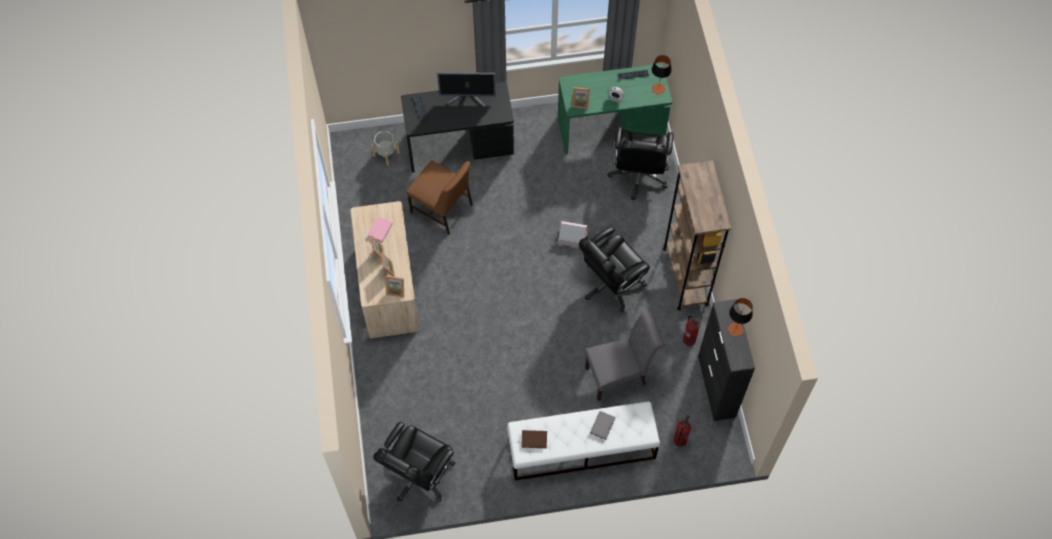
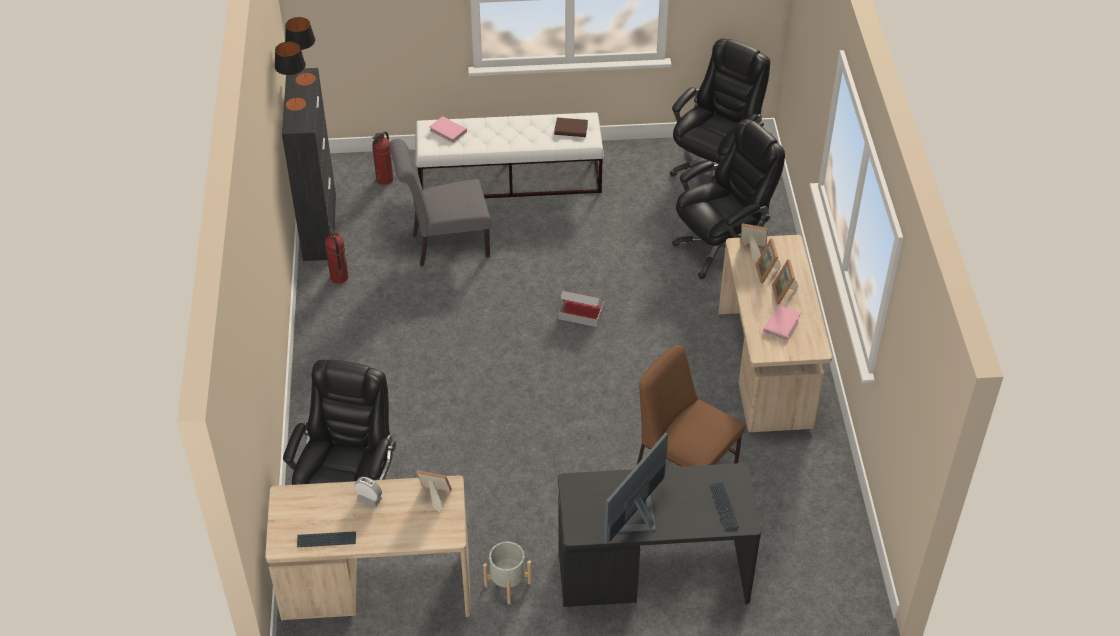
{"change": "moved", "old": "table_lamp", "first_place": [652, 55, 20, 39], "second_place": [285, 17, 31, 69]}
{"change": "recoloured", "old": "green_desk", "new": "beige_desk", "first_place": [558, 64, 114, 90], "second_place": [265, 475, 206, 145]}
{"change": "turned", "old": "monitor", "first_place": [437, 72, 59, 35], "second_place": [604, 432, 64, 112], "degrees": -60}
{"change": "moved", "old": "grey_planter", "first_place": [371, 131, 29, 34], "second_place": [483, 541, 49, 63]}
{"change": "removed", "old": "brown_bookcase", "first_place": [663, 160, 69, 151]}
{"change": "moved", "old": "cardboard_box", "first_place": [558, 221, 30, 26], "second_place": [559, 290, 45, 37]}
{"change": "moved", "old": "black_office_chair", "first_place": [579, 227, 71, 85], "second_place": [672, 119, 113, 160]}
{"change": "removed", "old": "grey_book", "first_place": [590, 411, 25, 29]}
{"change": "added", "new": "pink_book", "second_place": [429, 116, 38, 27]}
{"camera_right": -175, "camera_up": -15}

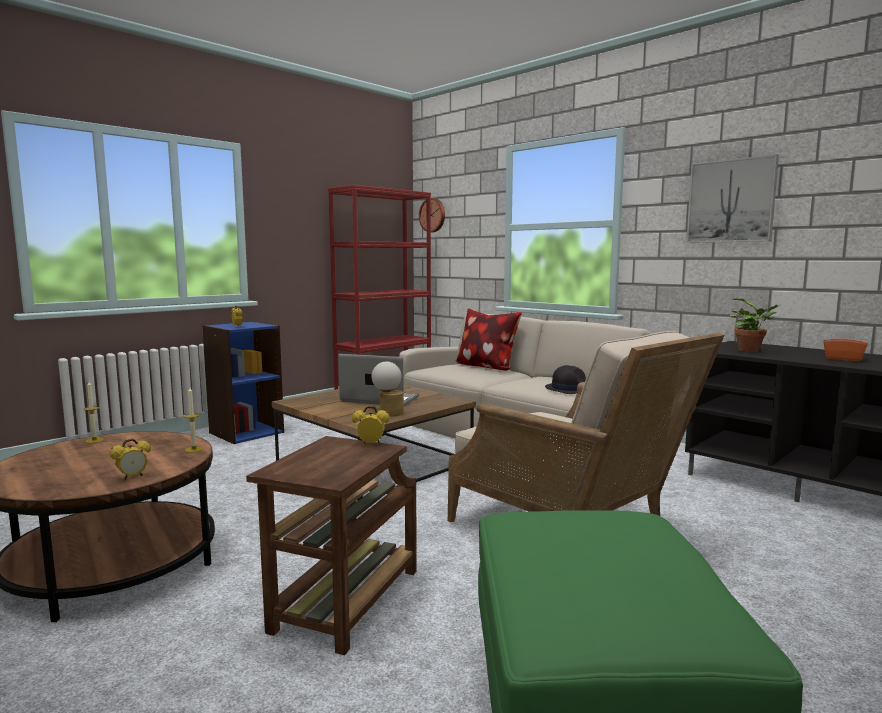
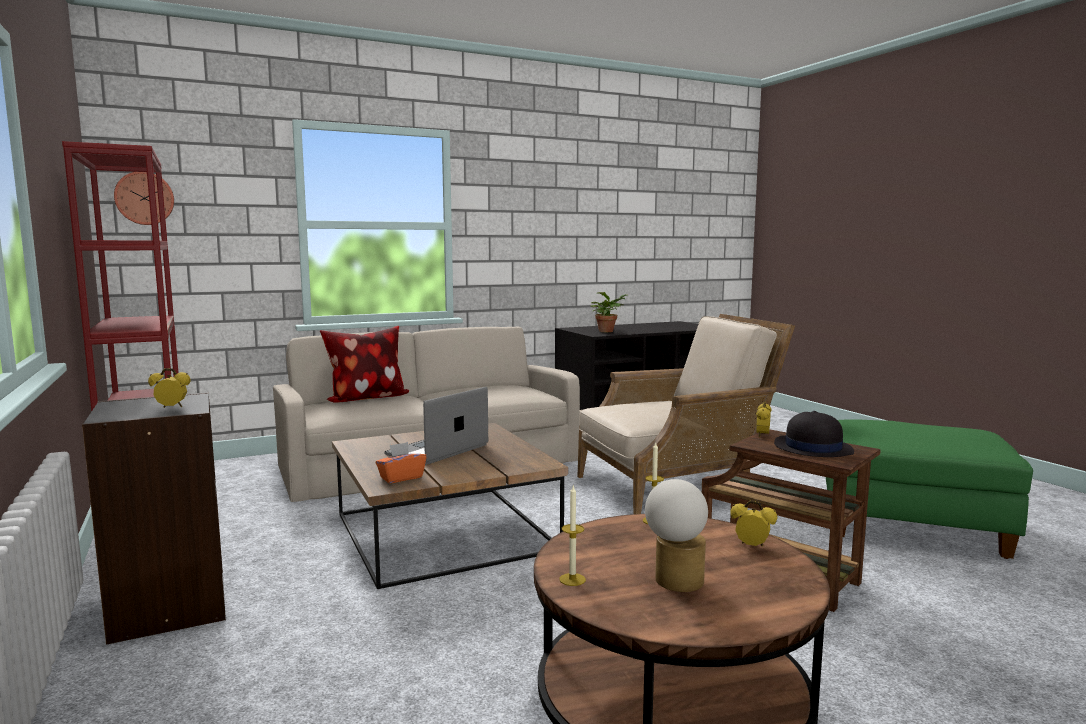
{"change": "removed", "old": "picture", "first_place": [686, 154, 93, 89]}
{"change": "recoloured", "old": "blue_bookcase", "new": "black_bookcase", "first_place": [202, 321, 82, 123], "second_place": [82, 393, 144, 252]}
{"change": "moved", "old": "orange_tissue_box", "first_place": [823, 330, 45, 31], "second_place": [376, 442, 51, 42]}
{"change": "moved", "old": "table_lamp", "first_place": [372, 361, 32, 56], "second_place": [645, 479, 63, 113]}
{"change": "moved", "old": "black_hat", "first_place": [545, 365, 41, 29], "second_place": [774, 411, 80, 46]}
{"change": "turned", "old": "alarm_clock", "first_place": [110, 438, 41, 42], "second_place": [730, 500, 47, 47], "degrees": -45}
{"camera_right": -70, "camera_up": 0}

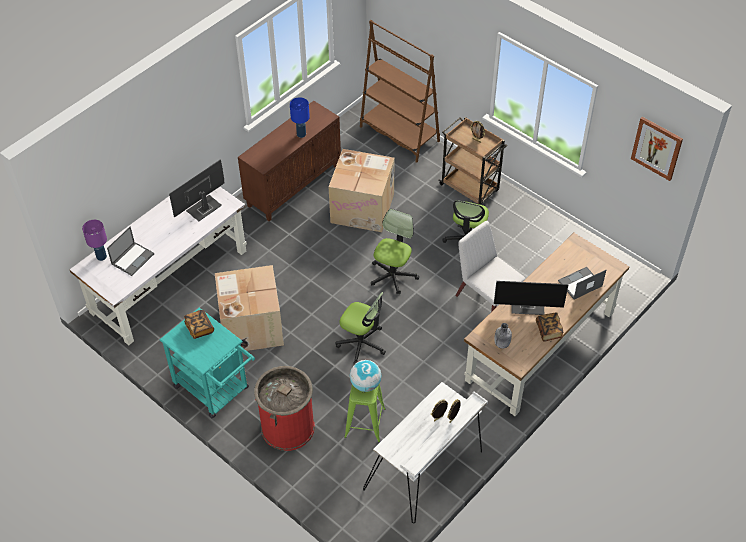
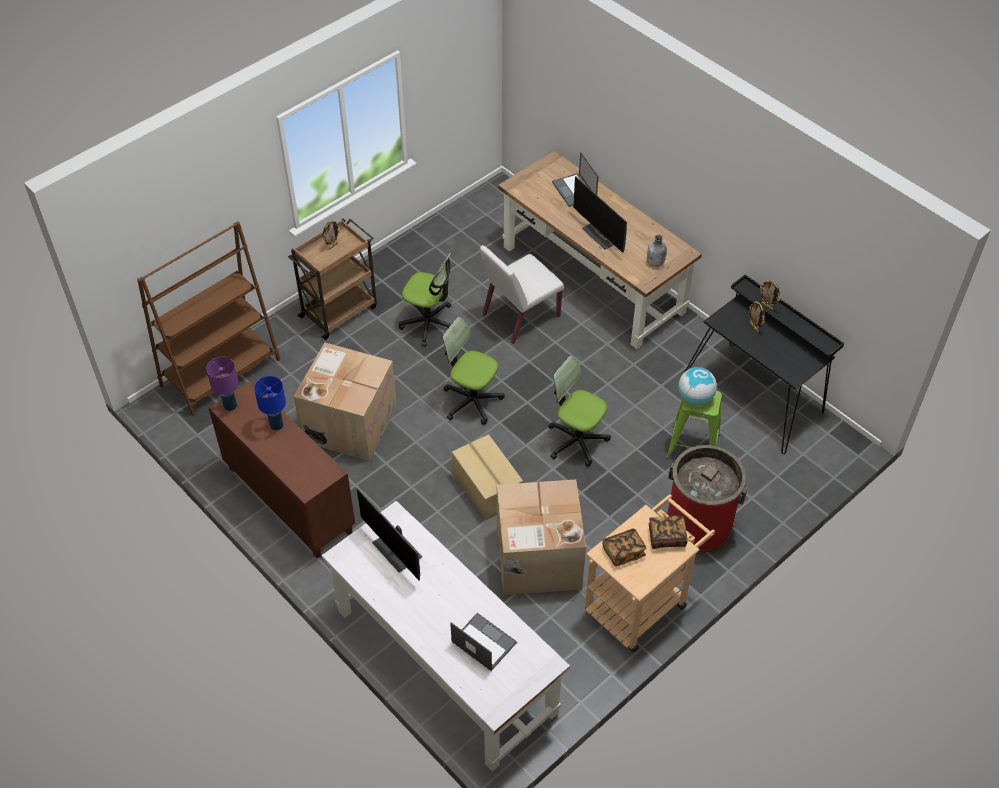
{"change": "removed", "old": "picture", "first_place": [631, 117, 52, 64]}
{"change": "moved", "old": "purple_table_lamp", "first_place": [82, 220, 25, 41], "second_place": [206, 357, 33, 54]}
{"change": "turned", "old": "monitor", "first_place": [494, 281, 74, 34], "second_place": [573, 176, 54, 77], "degrees": 135}
{"change": "turned", "old": "office_chair", "first_place": [336, 292, 50, 72], "second_place": [548, 356, 63, 110], "degrees": -90}
{"change": "recoloured", "old": "turquoise_cart", "new": "beige_cart", "first_place": [159, 307, 96, 111], "second_place": [585, 494, 130, 158]}
{"change": "moved", "old": "book", "first_place": [536, 312, 27, 29], "second_place": [649, 516, 38, 33]}
{"change": "recoloured", "old": "white_desk", "new": "black_desk", "first_place": [363, 382, 125, 141], "second_place": [685, 275, 159, 180]}
{"change": "added", "new": "cardboard_box", "second_place": [452, 434, 71, 86]}
{"camera_right": -85, "camera_up": 0}

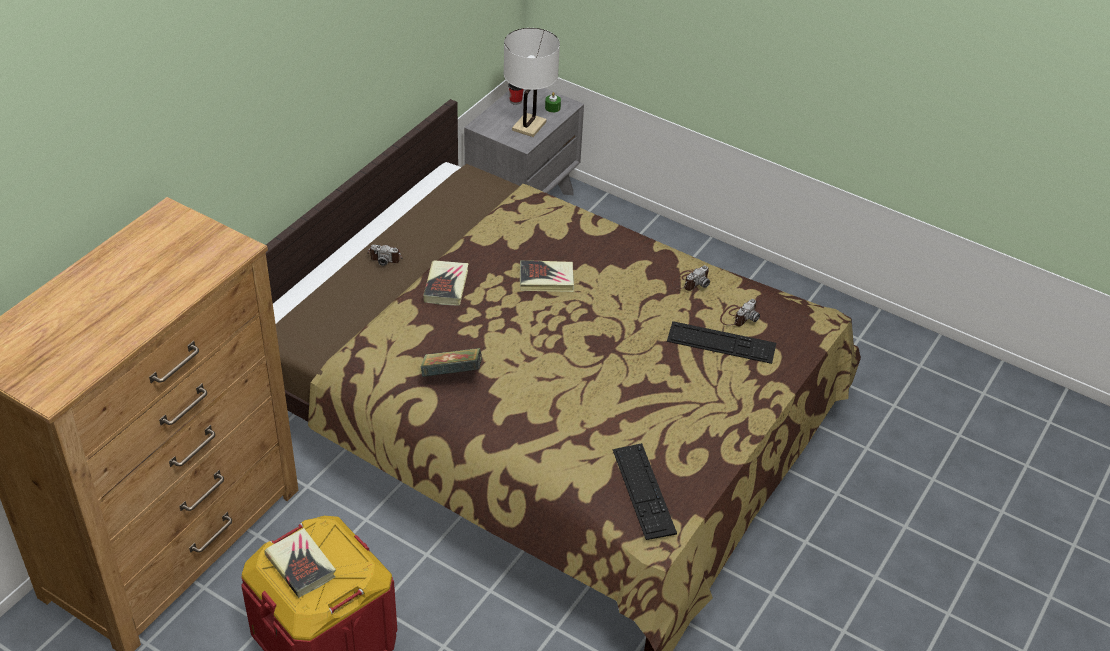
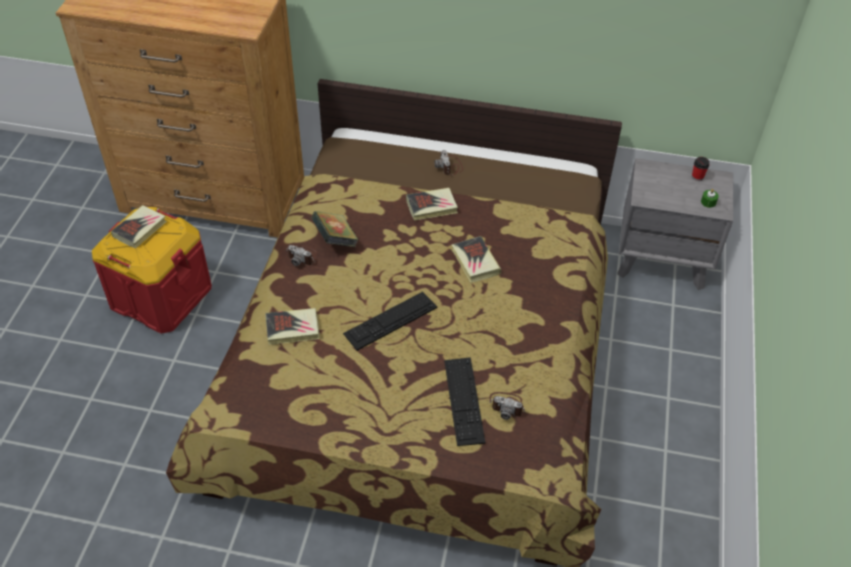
{"change": "removed", "old": "white_table_lamp", "first_place": [504, 28, 56, 109]}
{"change": "moved", "old": "photo_camera", "first_place": [671, 265, 39, 26], "second_place": [286, 245, 31, 21]}
{"change": "moved", "old": "keyboard", "first_place": [613, 443, 64, 97], "second_place": [343, 292, 94, 59]}
{"change": "added", "new": "book", "second_place": [265, 308, 55, 37]}
{"camera_right": 70, "camera_up": 5}

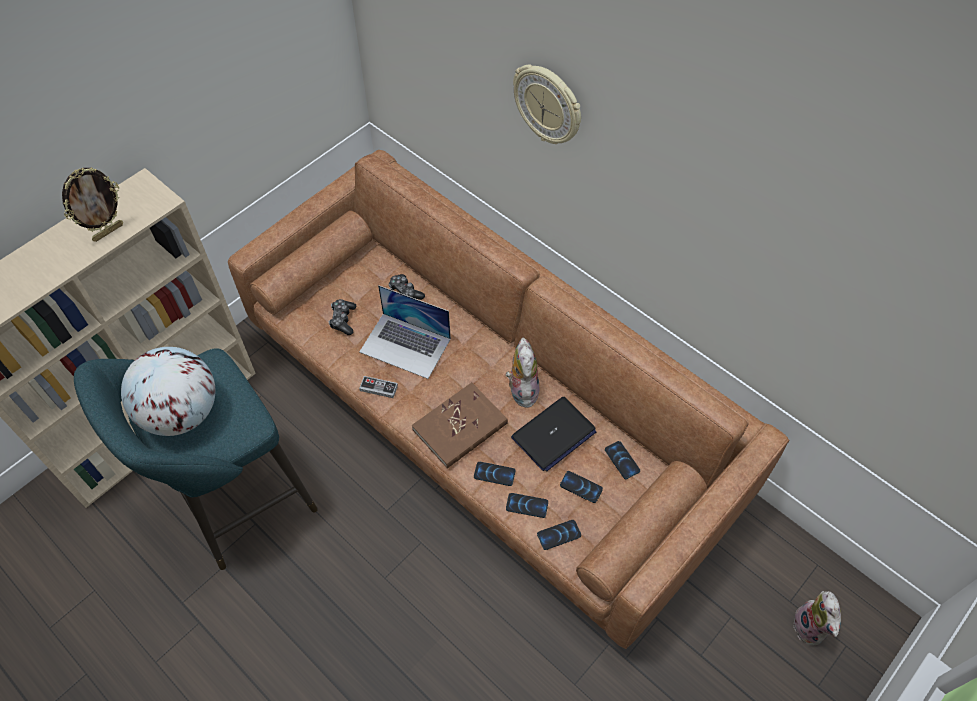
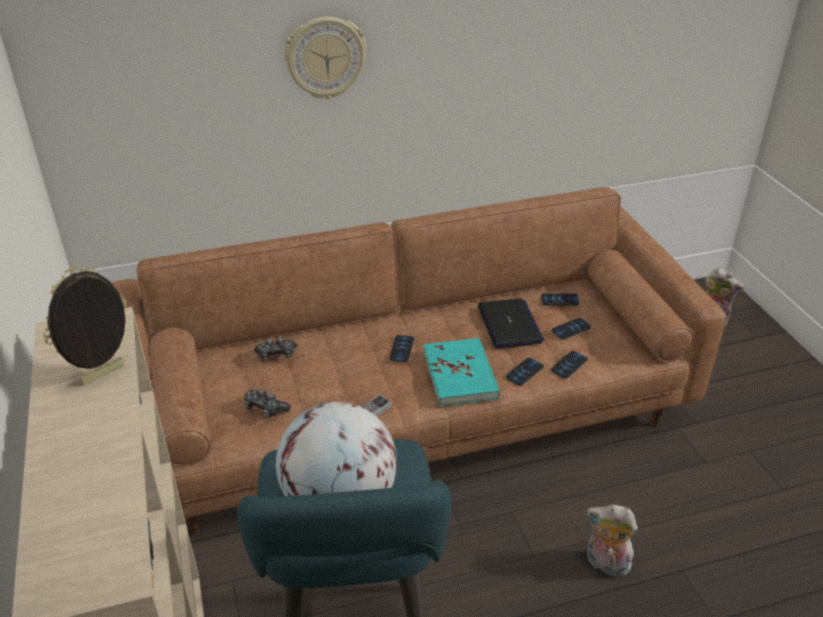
{"change": "turned", "old": "picture_frame", "first_place": [62, 167, 61, 75], "second_place": [43, 266, 84, 120], "degrees": -120}
{"change": "removed", "old": "laptop", "first_place": [359, 285, 92, 94]}
{"change": "moved", "old": "plush_toy", "first_place": [506, 338, 33, 70], "second_place": [587, 504, 51, 75]}
{"change": "recoloured", "old": "brown_book", "new": "turquoise_book", "first_place": [412, 382, 96, 86], "second_place": [423, 338, 77, 68]}
{"change": "moved", "old": "phone", "first_place": [537, 520, 44, 30], "second_place": [390, 335, 24, 27]}
{"camera_right": -60, "camera_up": -20}

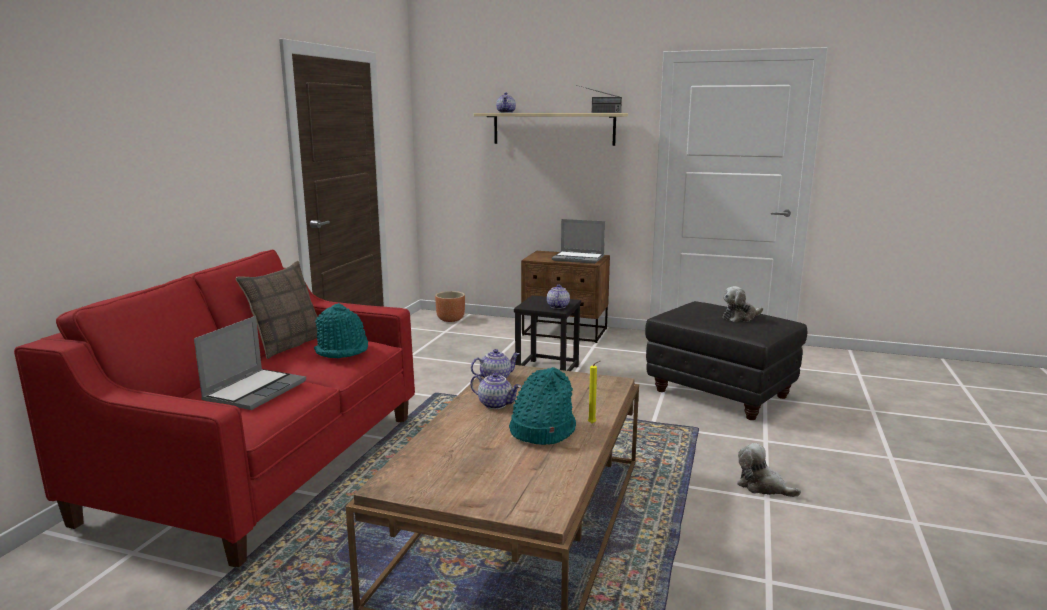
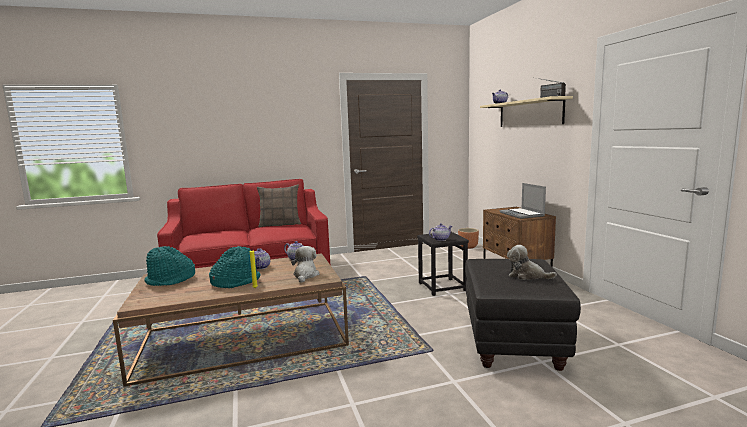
{"change": "moved", "old": "turquoise_hat", "first_place": [314, 303, 54, 55], "second_place": [144, 246, 51, 40]}
{"change": "removed", "old": "laptop", "first_place": [194, 316, 112, 94]}
{"change": "moved", "old": "plush_toy", "first_place": [737, 443, 64, 54], "second_place": [291, 246, 28, 37]}
{"camera_right": 55, "camera_up": -5}

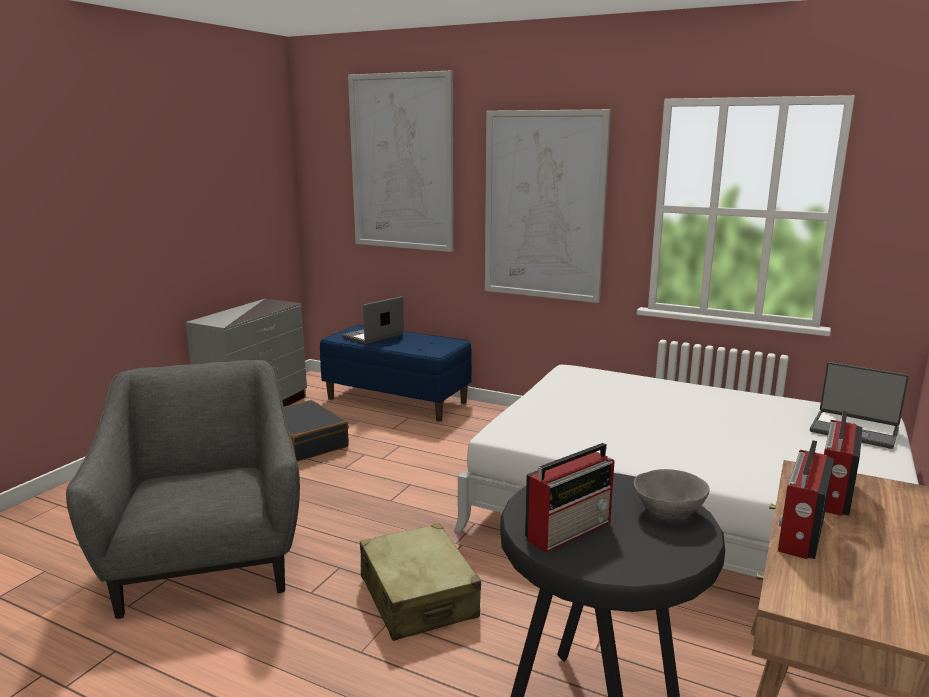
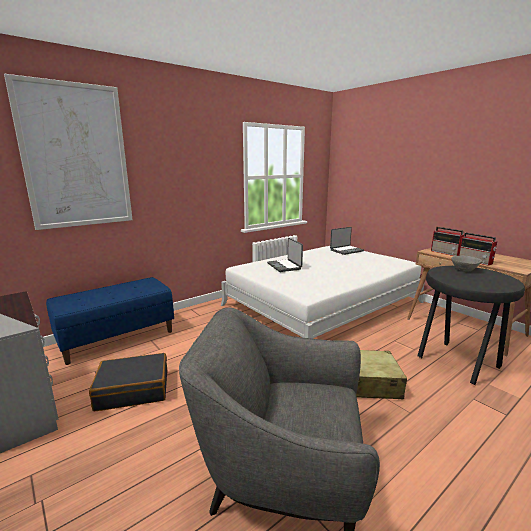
{"change": "removed", "old": "picture", "first_place": [485, 109, 126, 194]}
{"change": "moved", "old": "laptop", "first_place": [342, 296, 62, 48], "second_place": [267, 238, 36, 34]}
{"change": "removed", "old": "radio", "first_place": [525, 443, 89, 110]}
{"camera_right": -65, "camera_up": 0}

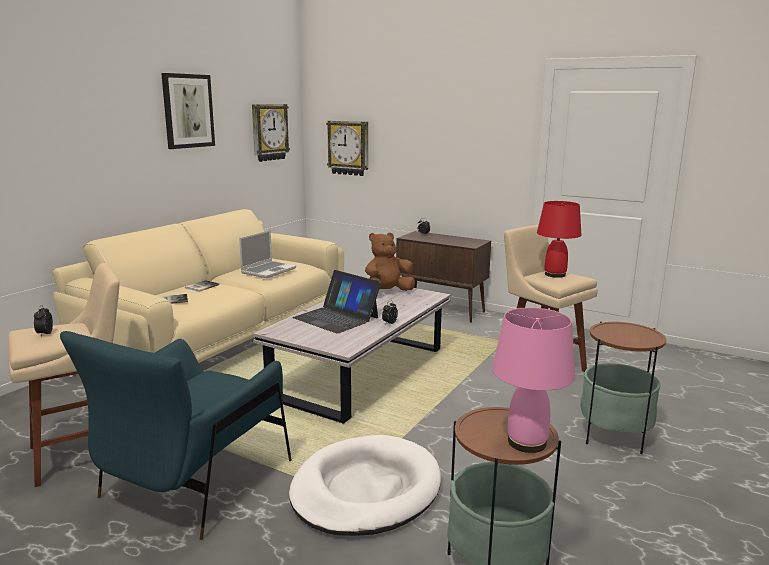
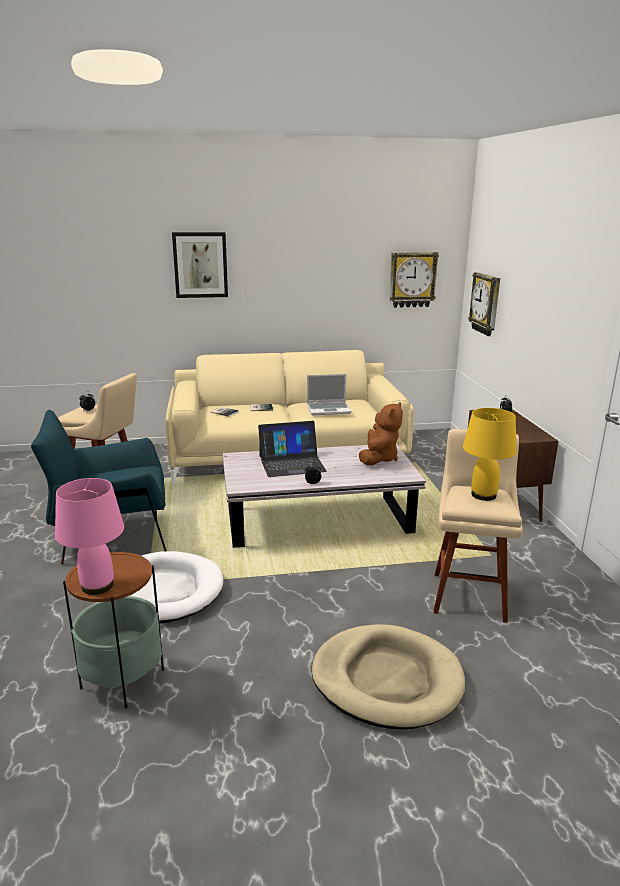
{"change": "moved", "old": "picture", "first_place": [161, 73, 54, 76], "second_place": [172, 232, 56, 66]}
{"change": "recoloured", "old": "red_table_lamp", "new": "yellow_table_lamp", "first_place": [537, 201, 44, 77], "second_place": [463, 408, 54, 93]}
{"change": "turned", "old": "brown_plush_toy", "first_place": [365, 233, 50, 58], "second_place": [359, 402, 44, 63], "degrees": 90}
{"change": "turned", "old": "laptop", "first_place": [292, 270, 89, 64], "second_place": [258, 421, 69, 56], "degrees": -105}
{"change": "replaced", "old": "side_table", "new": "beige_dog_bed", "first_place": [580, 321, 87, 133], "second_place": [312, 624, 153, 106]}
{"camera_right": 50, "camera_up": 5}

